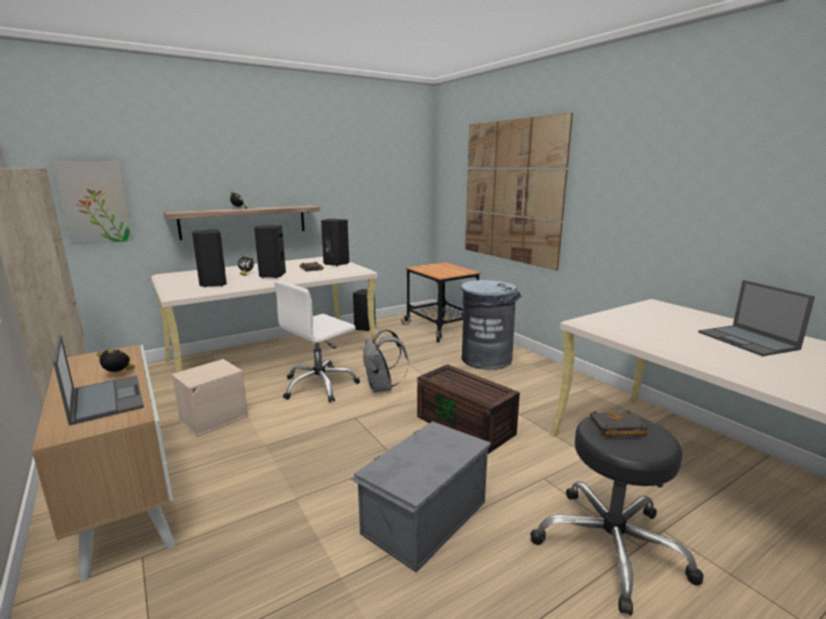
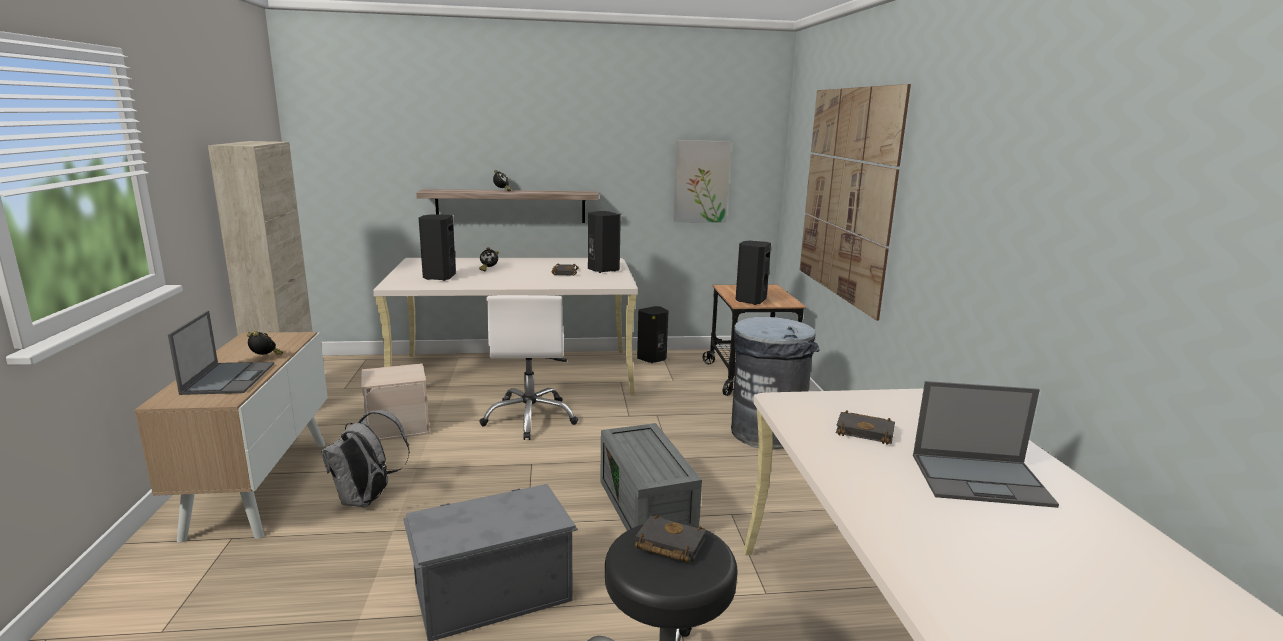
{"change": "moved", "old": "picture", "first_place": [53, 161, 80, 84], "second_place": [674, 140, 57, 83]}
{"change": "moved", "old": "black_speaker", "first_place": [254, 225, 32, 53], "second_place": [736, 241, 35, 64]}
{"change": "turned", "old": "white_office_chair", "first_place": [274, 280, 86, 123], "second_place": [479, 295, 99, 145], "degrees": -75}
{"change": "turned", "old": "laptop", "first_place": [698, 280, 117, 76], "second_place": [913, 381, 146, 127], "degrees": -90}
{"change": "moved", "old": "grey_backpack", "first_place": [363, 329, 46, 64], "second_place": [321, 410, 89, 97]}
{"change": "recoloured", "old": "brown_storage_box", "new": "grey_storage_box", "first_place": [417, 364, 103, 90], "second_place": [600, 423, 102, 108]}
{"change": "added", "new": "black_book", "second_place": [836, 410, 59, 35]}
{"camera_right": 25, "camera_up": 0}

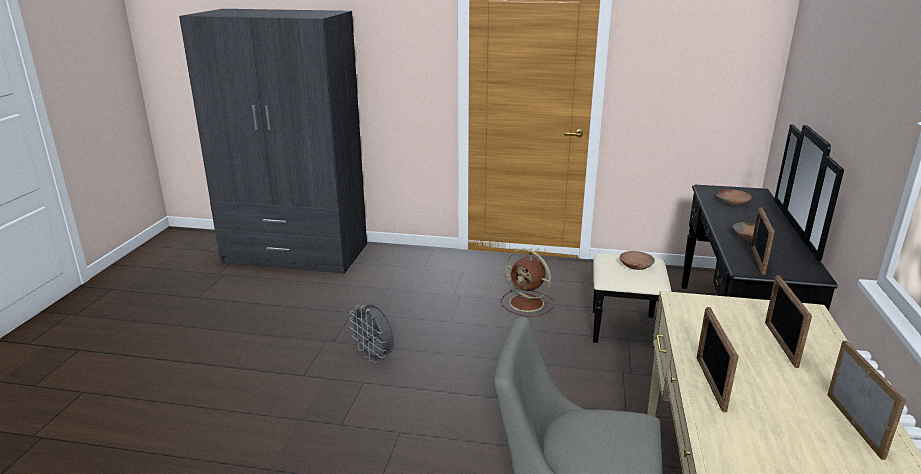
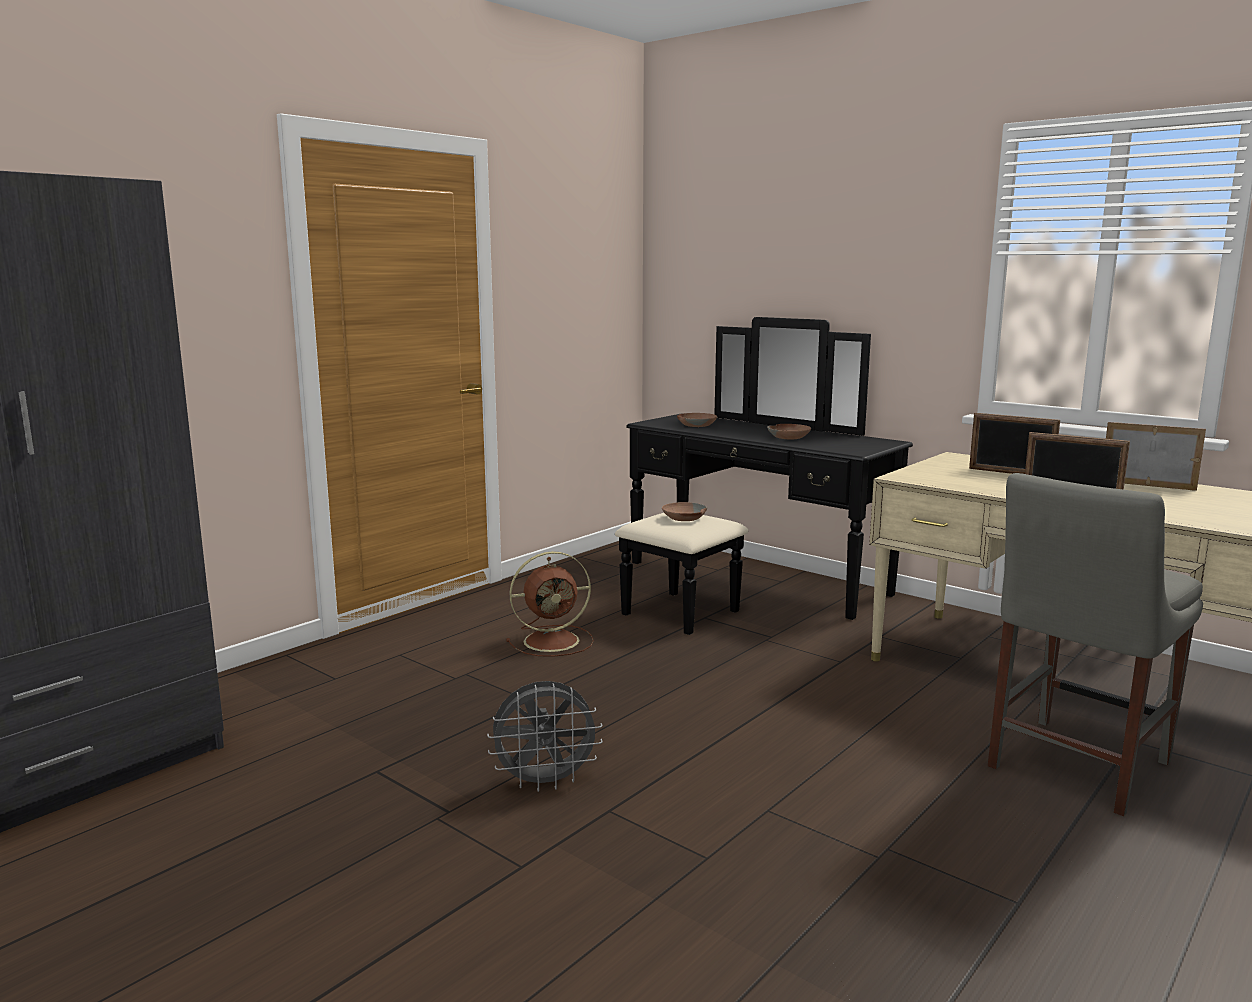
{"change": "removed", "old": "picture_frame", "first_place": [751, 207, 24, 68]}
{"camera_right": -60, "camera_up": -10}

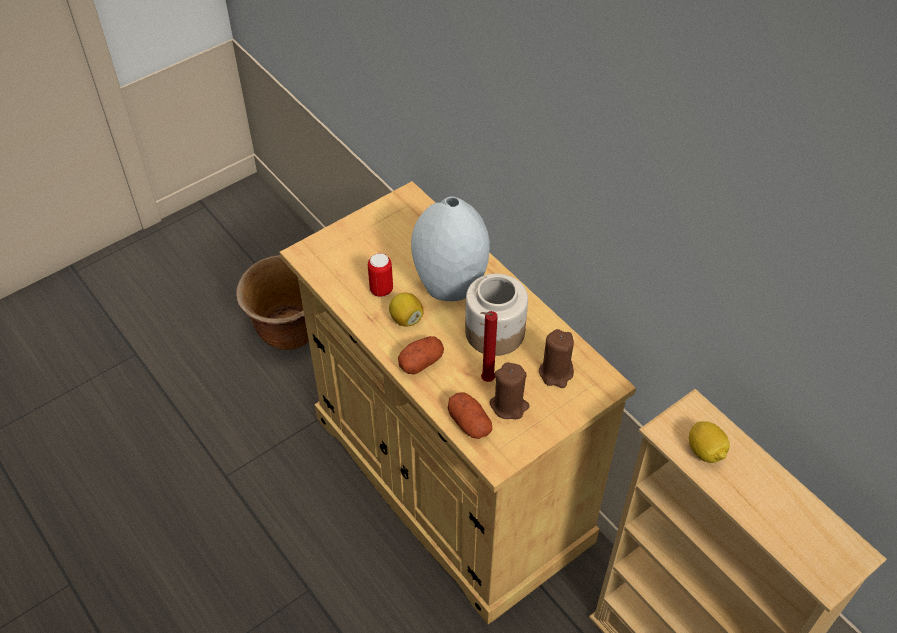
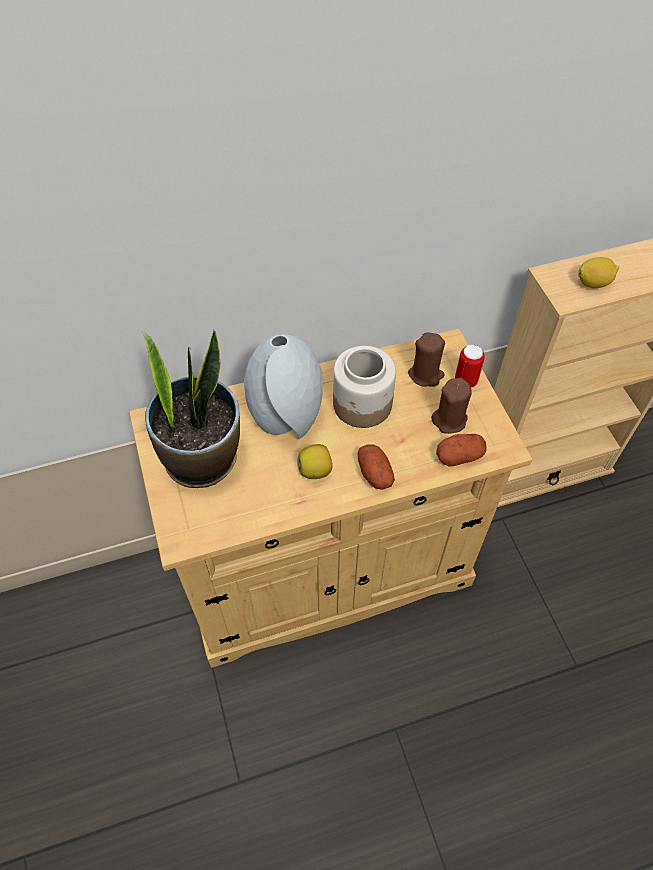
{"change": "moved", "old": "can", "first_place": [368, 253, 25, 44], "second_place": [455, 345, 30, 43]}
{"change": "removed", "old": "brown_planter", "first_place": [236, 255, 73, 95]}
{"change": "removed", "old": "red_candle", "first_place": [481, 311, 17, 71]}
{"change": "added", "new": "potted_plant", "second_place": [141, 330, 99, 158]}
{"camera_right": -70, "camera_up": 5}

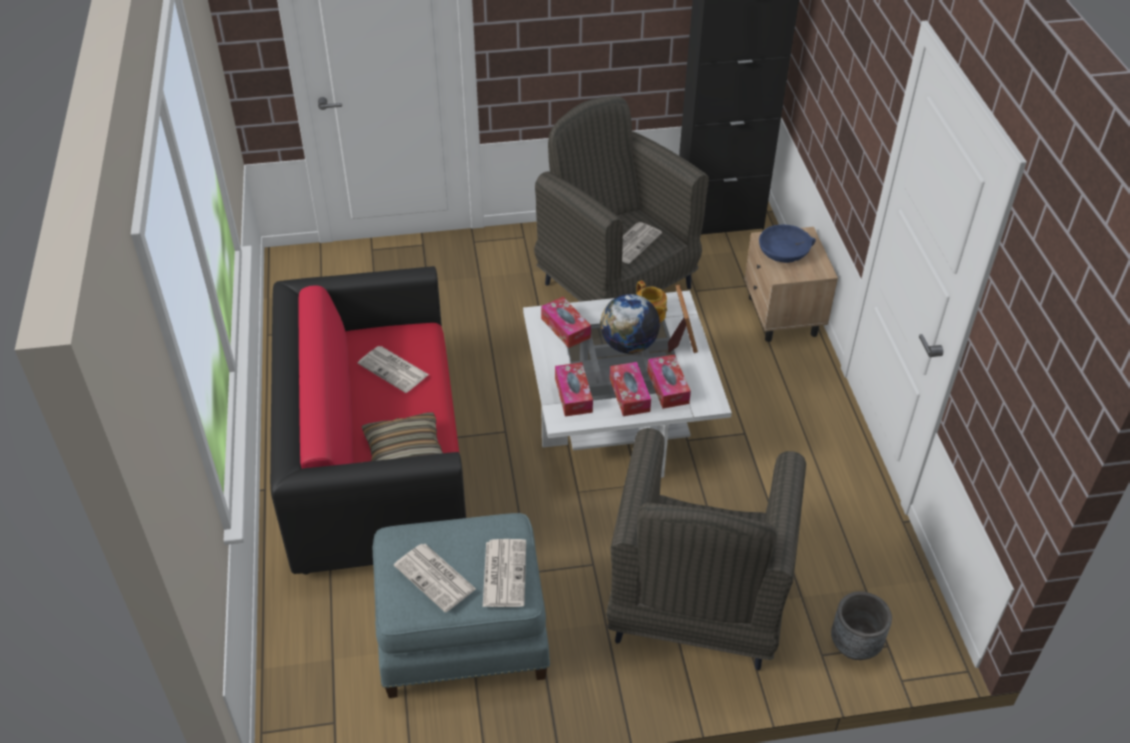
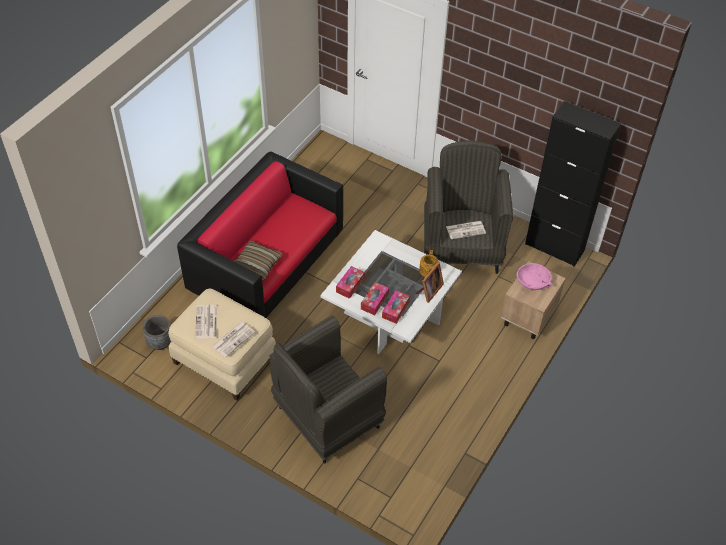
{"change": "recoloured", "old": "blue_bowl", "new": "pink_bowl", "first_place": [759, 225, 57, 38], "second_place": [517, 263, 35, 27]}
{"change": "removed", "old": "globe", "first_place": [600, 294, 60, 60]}
{"change": "removed", "old": "tissue_box", "first_place": [541, 297, 50, 51]}
{"change": "removed", "old": "newspaper", "first_place": [358, 346, 71, 47]}
{"change": "recoloured", "old": "blue_ottoman", "new": "beige_ottoman", "first_place": [373, 513, 177, 185], "second_place": [168, 289, 108, 112]}
{"change": "moved", "old": "grey_planter", "first_place": [831, 591, 61, 69], "second_place": [143, 315, 28, 35]}
{"camera_right": 40, "camera_up": 5}

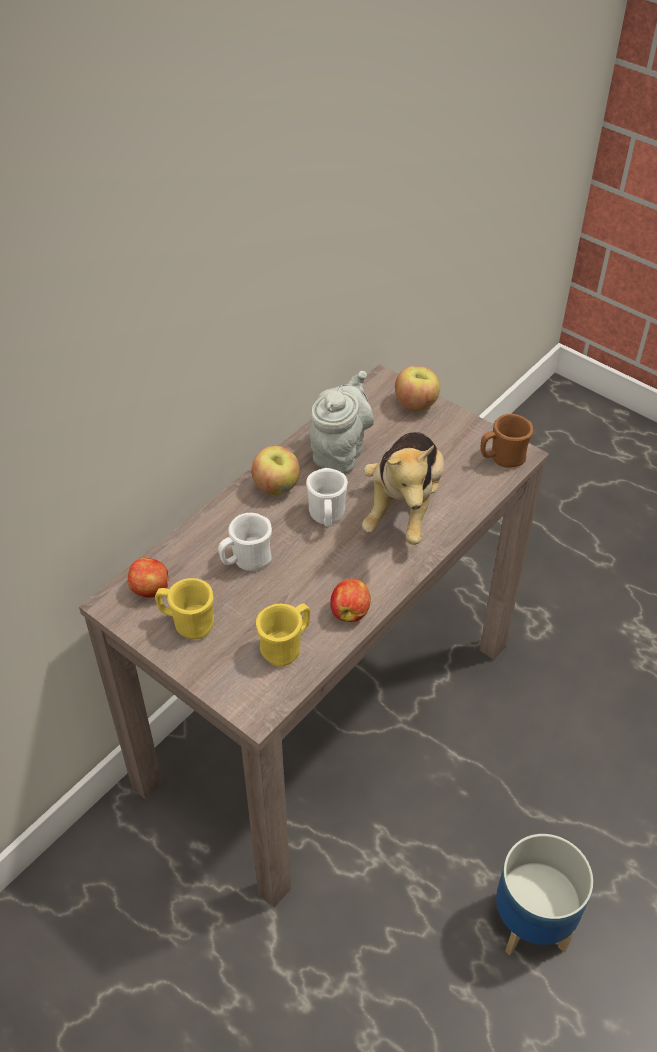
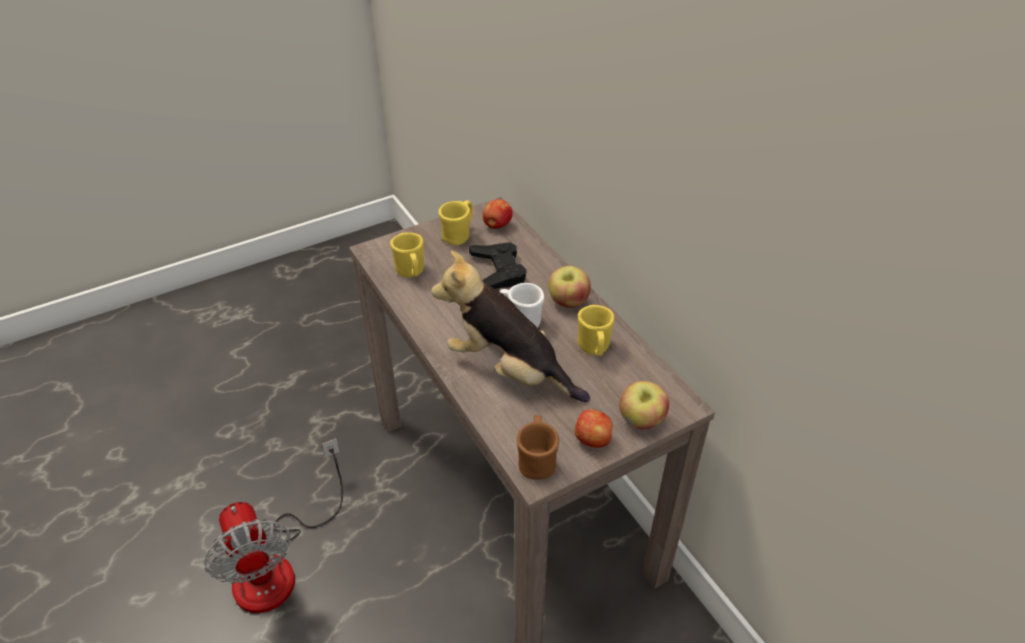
{"change": "replaced", "old": "grey_teapot", "new": "yellow_mug", "first_place": [309, 371, 65, 103], "second_place": [577, 304, 37, 52]}
{"change": "replaced", "old": "white_mug", "new": "black_game_controller", "first_place": [218, 513, 54, 58], "second_place": [469, 242, 57, 47]}
{"change": "moved", "old": "apple", "first_place": [330, 578, 41, 44], "second_place": [575, 409, 38, 39]}
{"change": "replaced", "old": "planter", "new": "fan", "first_place": [496, 834, 97, 121], "second_place": [204, 438, 139, 175]}
{"camera_right": 110, "camera_up": -5}

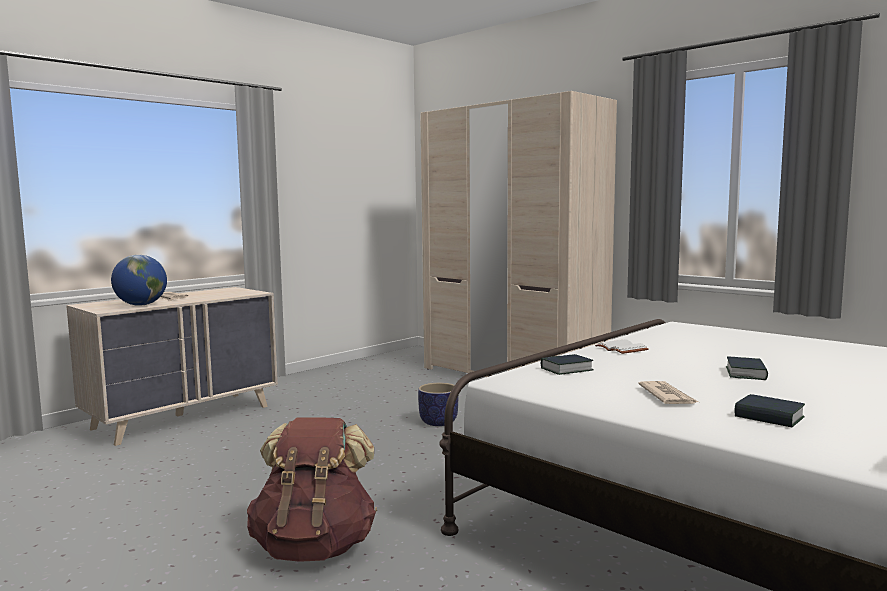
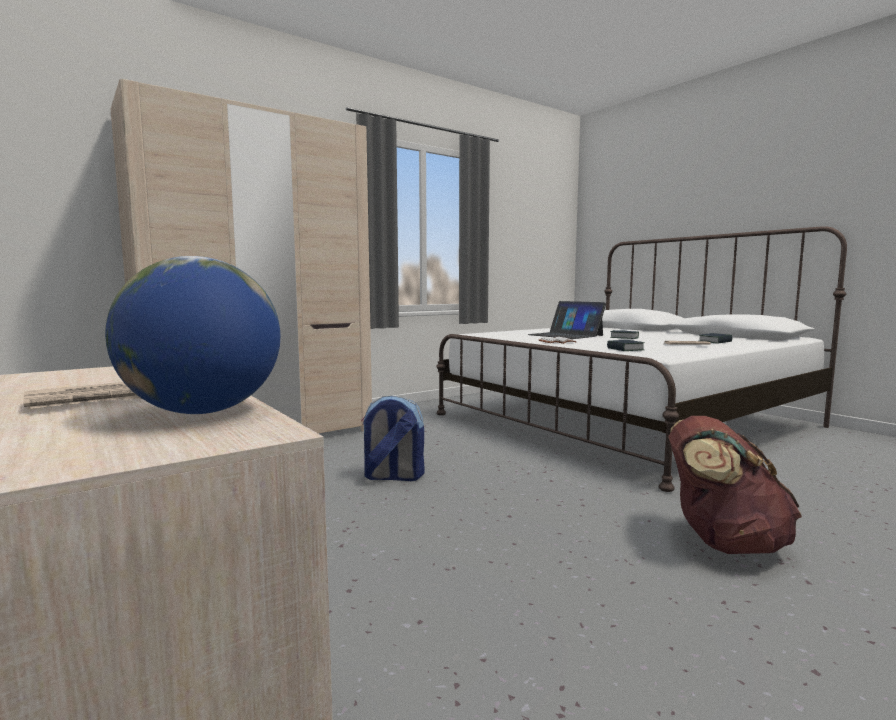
{"change": "replaced", "old": "planter", "new": "backpack", "first_place": [418, 383, 40, 43], "second_place": [361, 396, 63, 85]}
{"change": "added", "new": "laptop", "second_place": [528, 301, 78, 38]}
{"camera_right": -80, "camera_up": 0}

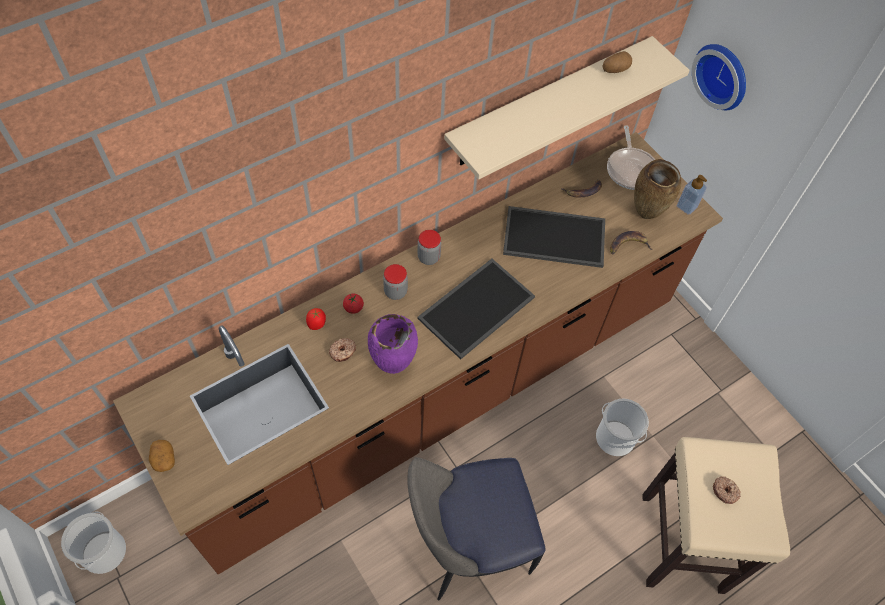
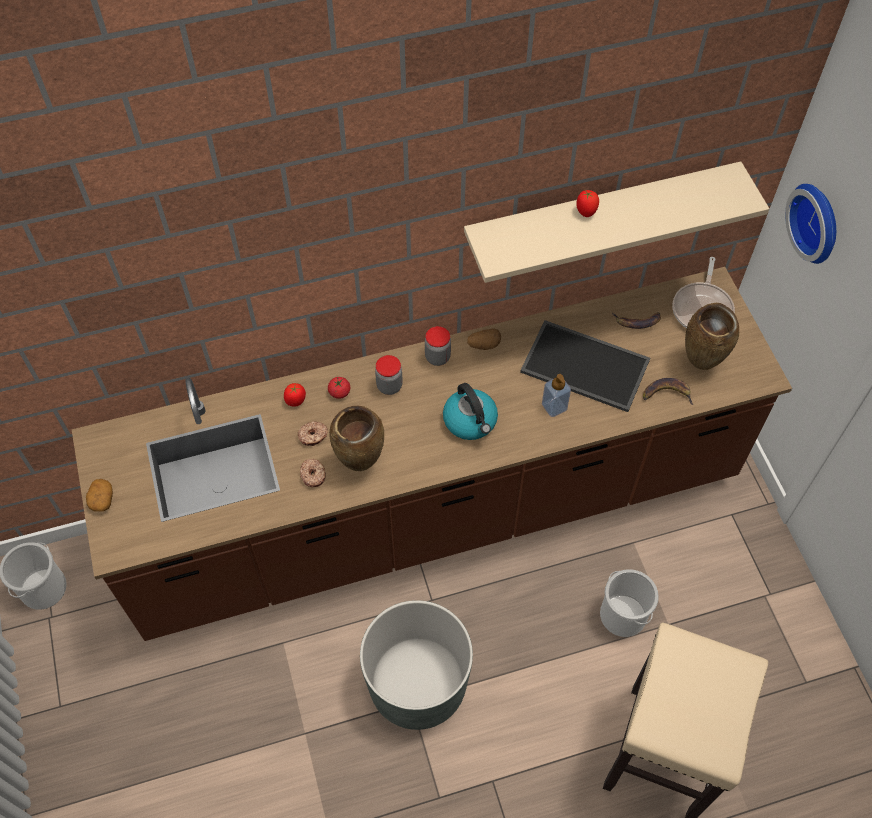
{"change": "moved", "old": "potato", "first_place": [603, 51, 29, 22], "second_place": [467, 328, 34, 22]}
{"change": "moved", "old": "soap_dispenser", "first_place": [677, 175, 30, 40], "second_place": [542, 374, 29, 43]}
{"change": "replaced", "old": "tray", "new": "kettle", "first_place": [417, 259, 118, 101], "second_place": [443, 383, 55, 57]}
{"change": "recoloured", "old": "purple_vase", "new": "brown_vase", "first_place": [368, 314, 50, 60], "second_place": [329, 406, 55, 65]}
{"change": "replaced", "old": "chair", "new": "grey_planter", "first_place": [407, 457, 139, 143], "second_place": [360, 600, 113, 130]}
{"change": "moved", "old": "donut", "first_place": [713, 476, 28, 28], "second_place": [300, 459, 26, 28]}
{"change": "added", "new": "tomato", "second_place": [576, 189, 23, 28]}
{"camera_right": 20, "camera_up": 0}

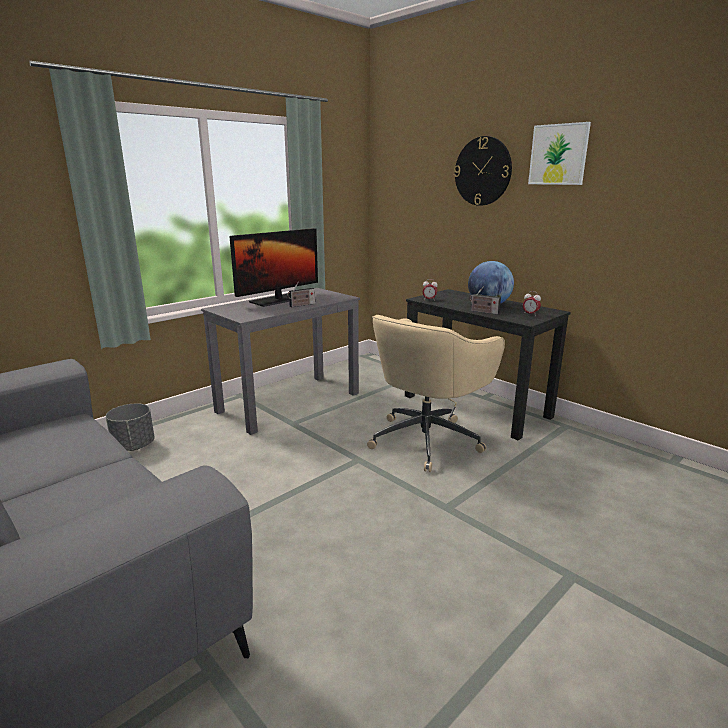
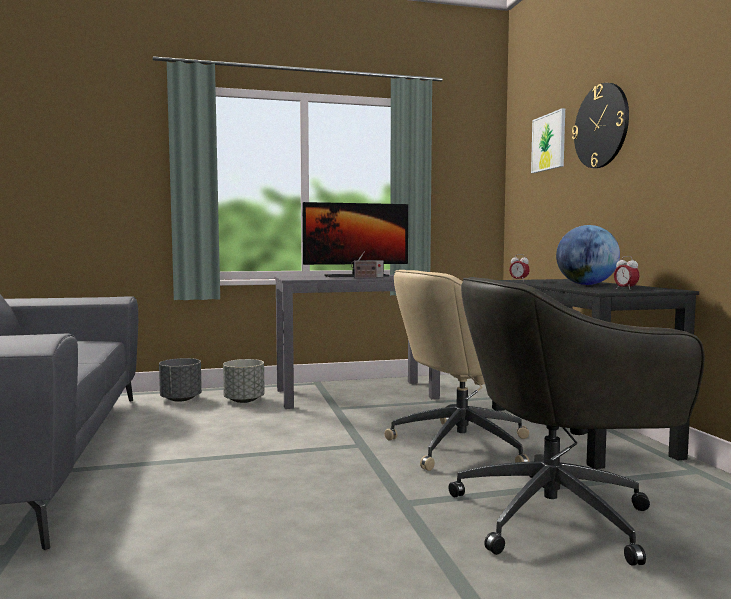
{"change": "moved", "old": "picture", "first_place": [528, 122, 63, 63], "second_place": [531, 108, 34, 65]}
{"change": "removed", "old": "radio", "first_place": [469, 287, 32, 28]}
{"change": "added", "new": "grey_office_chair", "second_place": [448, 277, 257, 289]}
{"change": "added", "new": "grey_planter", "second_place": [223, 359, 42, 44]}
{"camera_right": 30, "camera_up": -15}

